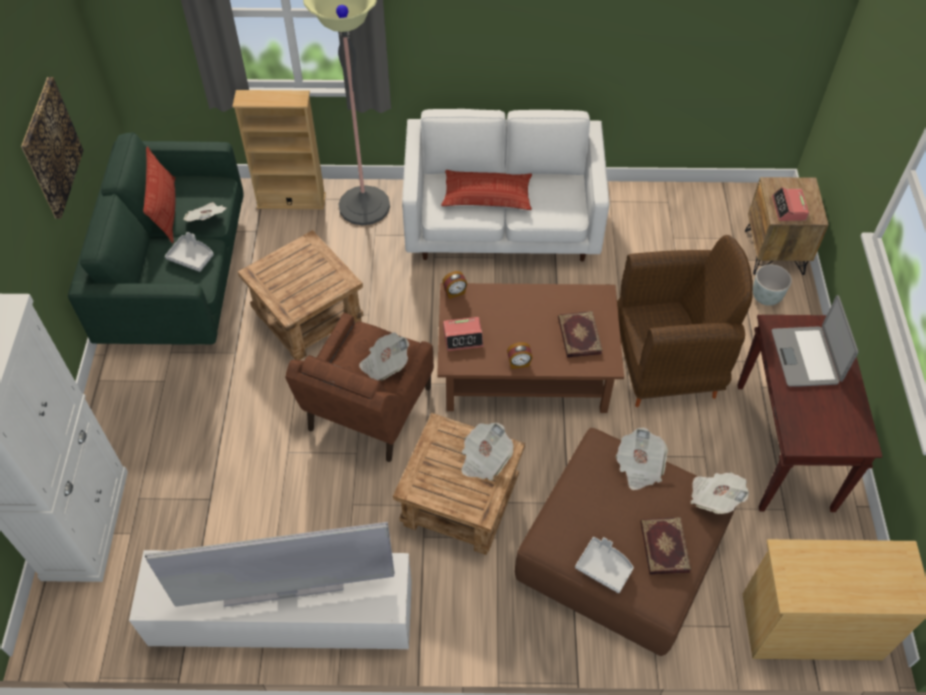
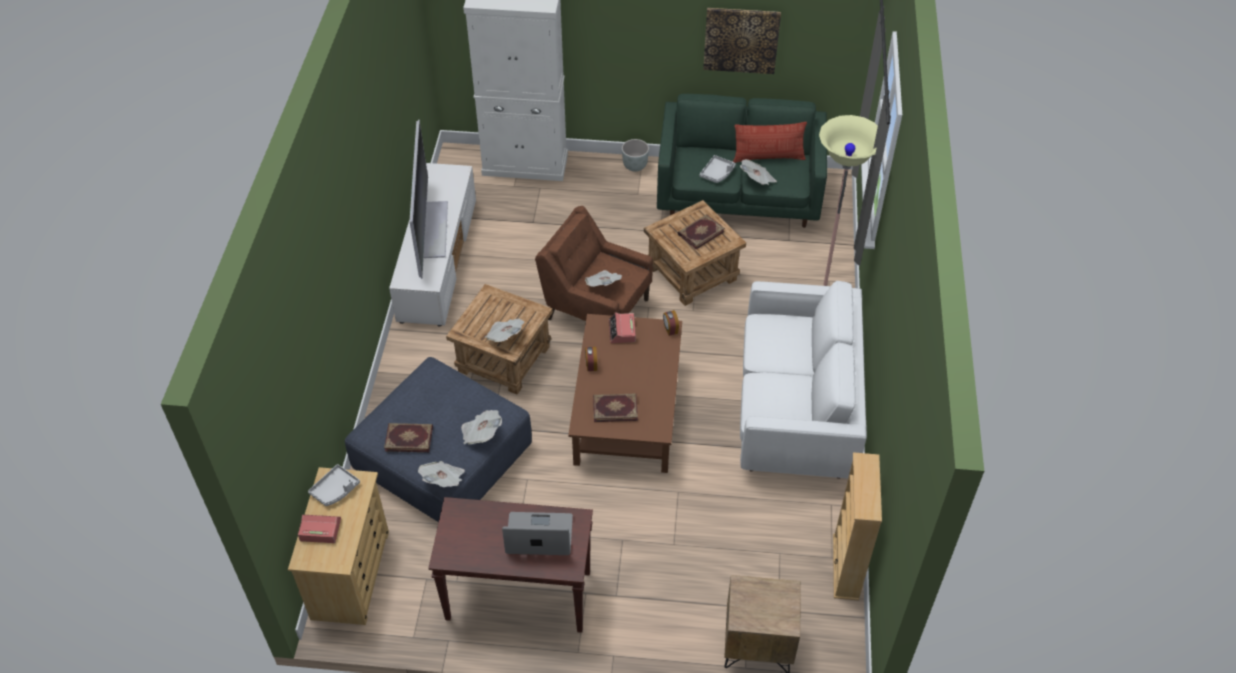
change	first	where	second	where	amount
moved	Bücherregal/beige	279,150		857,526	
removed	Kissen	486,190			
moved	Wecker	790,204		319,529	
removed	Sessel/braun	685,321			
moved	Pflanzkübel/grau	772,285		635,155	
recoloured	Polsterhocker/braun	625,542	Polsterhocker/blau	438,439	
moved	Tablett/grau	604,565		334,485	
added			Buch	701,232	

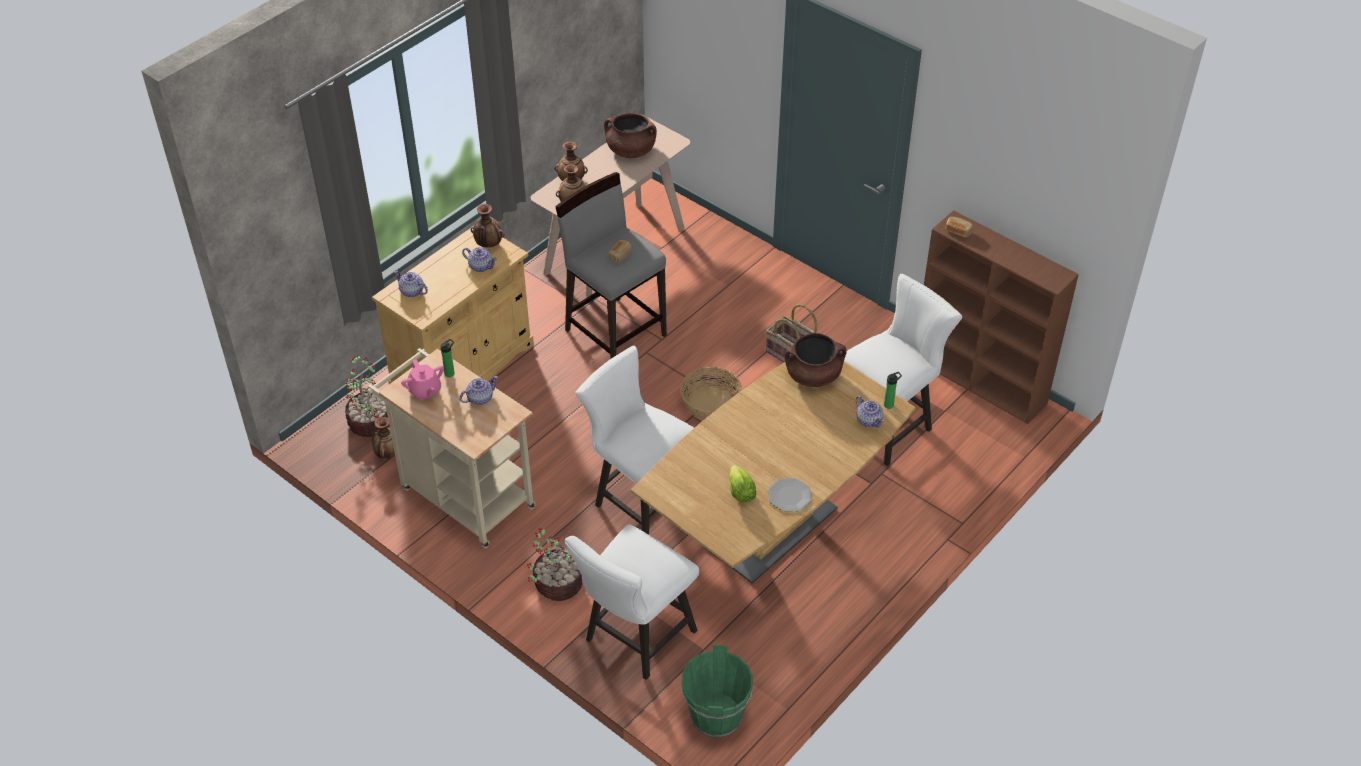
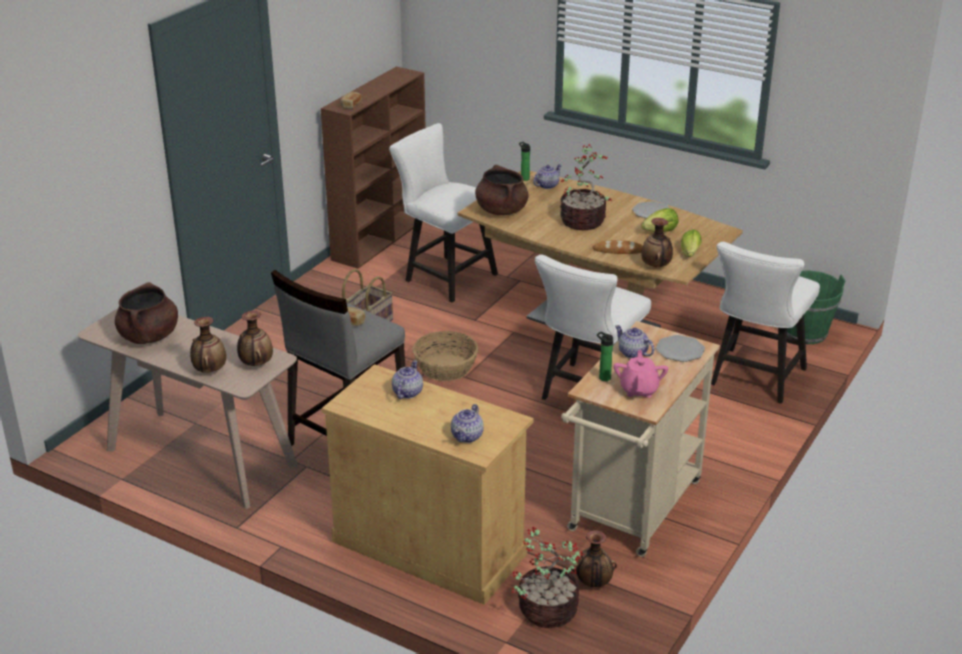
change	first	where	second	where	amount
moved	Vase	488,226		657,242	
turned	Teekanne/rosa	422,379		640,374	45 degrees counterclockwise
turned	Stuhl/weiß	632,602		765,323	90 degrees clockwise
moved	Topfpflanze	554,564		586,187	
added			Salatkopf	691,243	
added			Brot	617,247	
added			Teller	680,348	

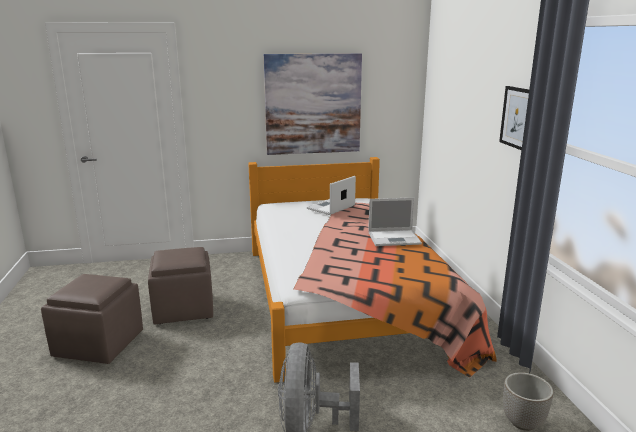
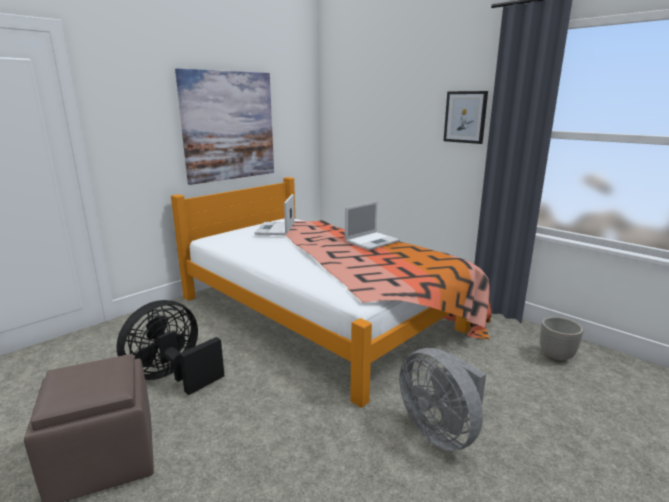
change	first	where	second	where	amount
replaced	Polsterhocker/braun	180,286	Ventilator/schwarz	170,347	

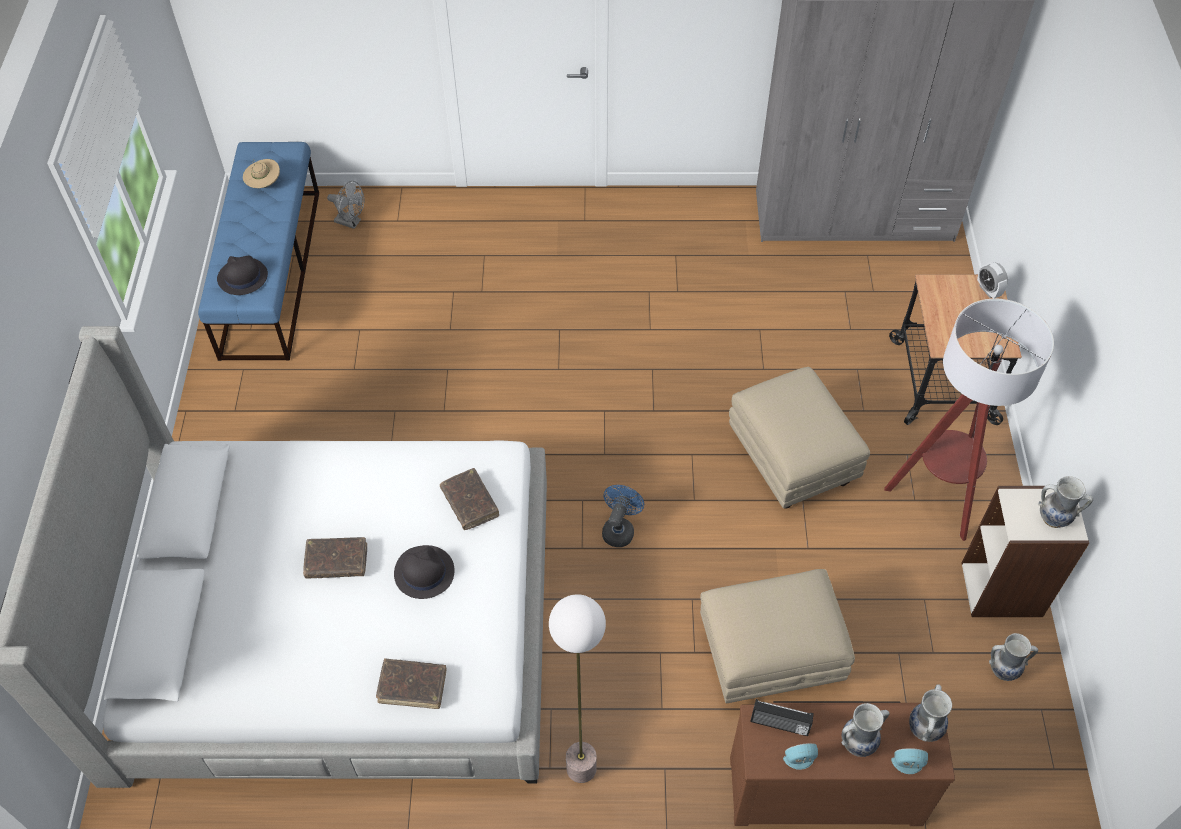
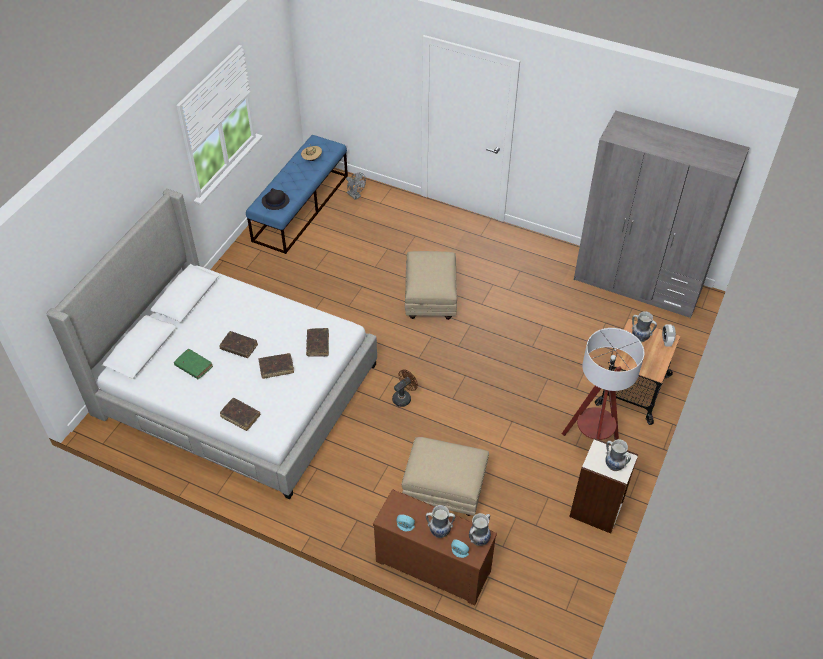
change	first	where	second	where	amount
moved	Polsterhocker/beige	799,438		431,285	
recoloured	Ventilator/blau	623,516	Ventilator/braun	405,388	
replaced	Hut/schwarz	424,572	Buch/braun	276,366	
removed	Stehlampe	577,688			
moved	Vase	1013,657		644,326	
removed	Radio	782,717			
added			Buch/grün	193,364	

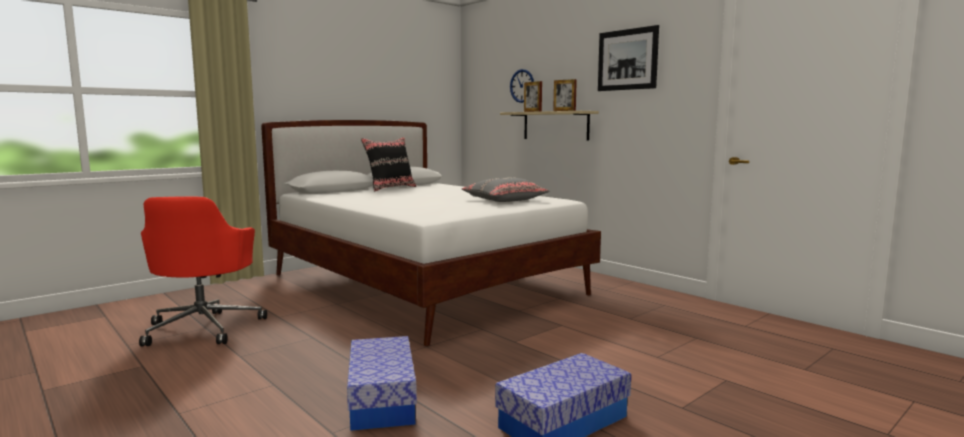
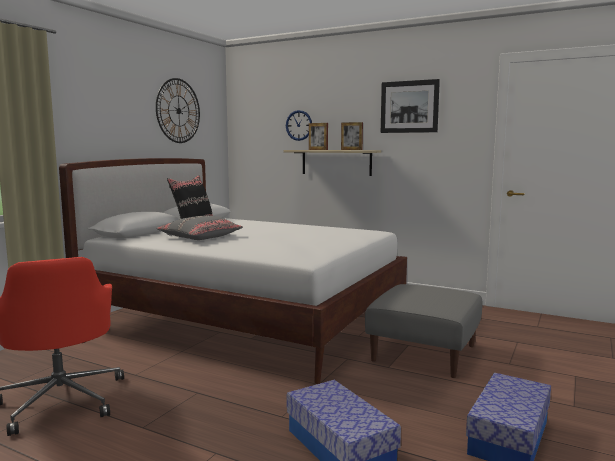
change	first	where	second	where	amount
moved	Kissen/grau	505,190		200,227	
added			Wanduhr	178,110	
added			Polsterhocker/grau	423,331	

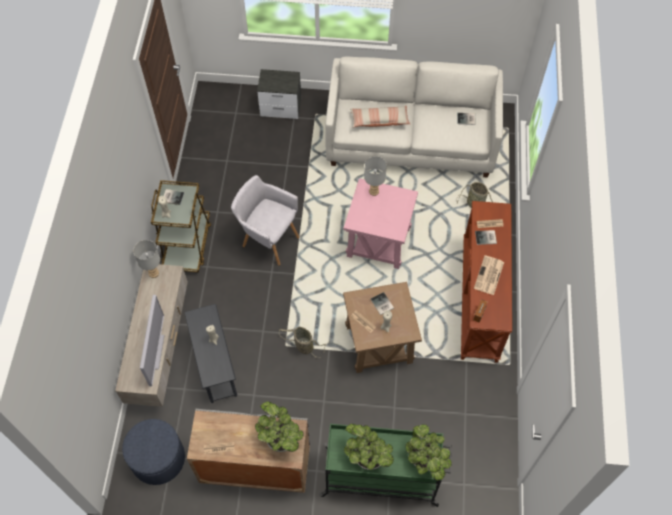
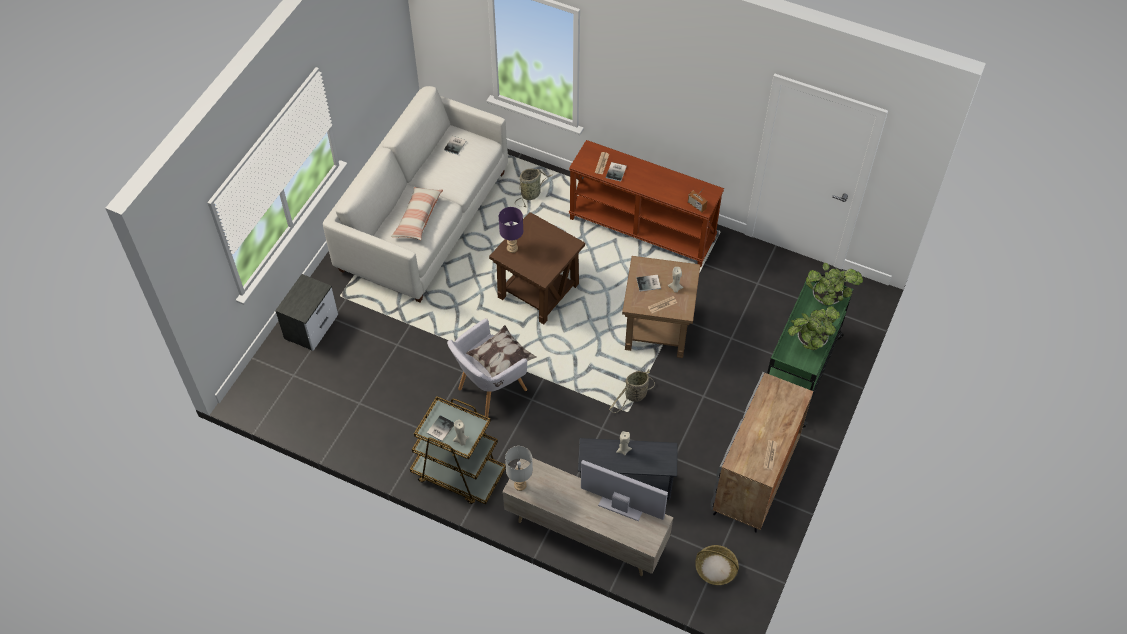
change	first	where	second	where	amount
recoloured	Tischlampe/grau	375,176	Tischlampe/lila	511,230	
recoloured	Beistelltisch/rosa	380,223	Beistelltisch/braun	537,268	
removed	Zeitung	489,275			
removed	Topfpflanze	279,427			
replaced	Polsterhocker/blau	153,452	Korb	717,565	
added			Kissen	501,356	

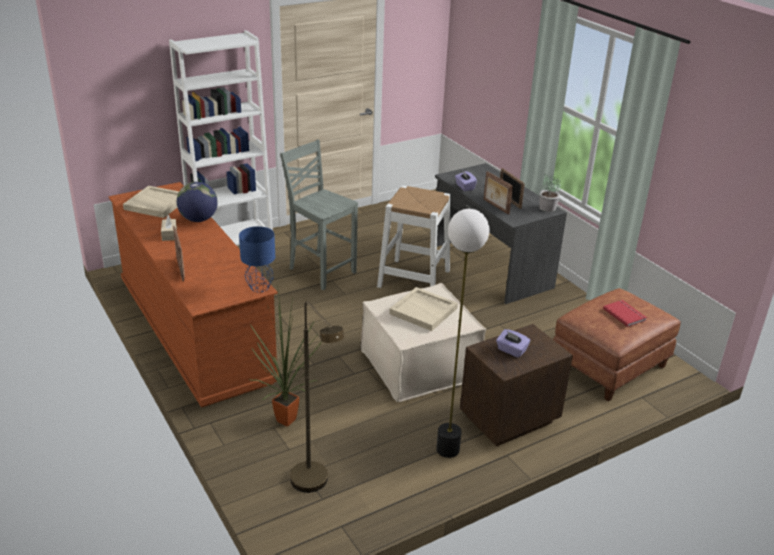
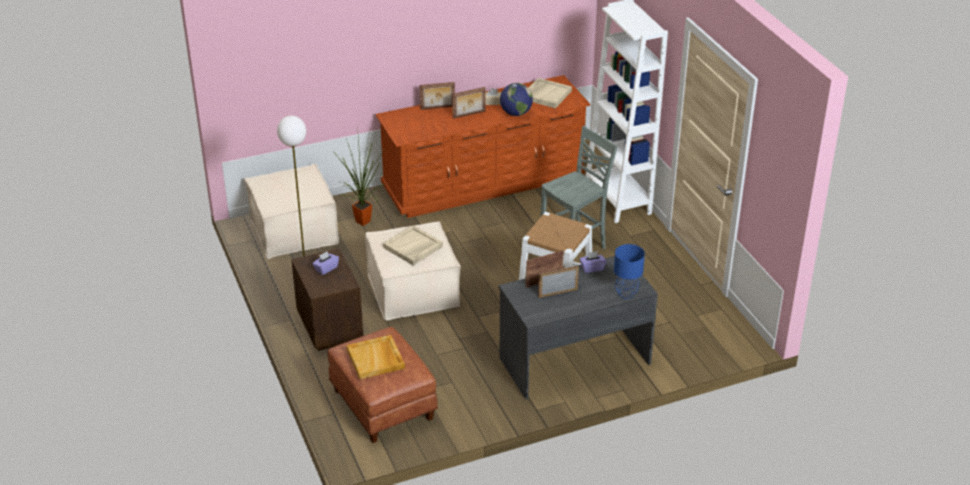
change	first	where	second	where	amount
removed	Topfpflanze	550,192			
moved	Tischlampe/blau	257,259		629,271	
replaced	Buch/rot	625,313	Tablett/beige	375,357	
replaced	Stehlampe/braun	317,397	Polsterhocker/beige	291,211	
added			Bilderrahmen	468,103	

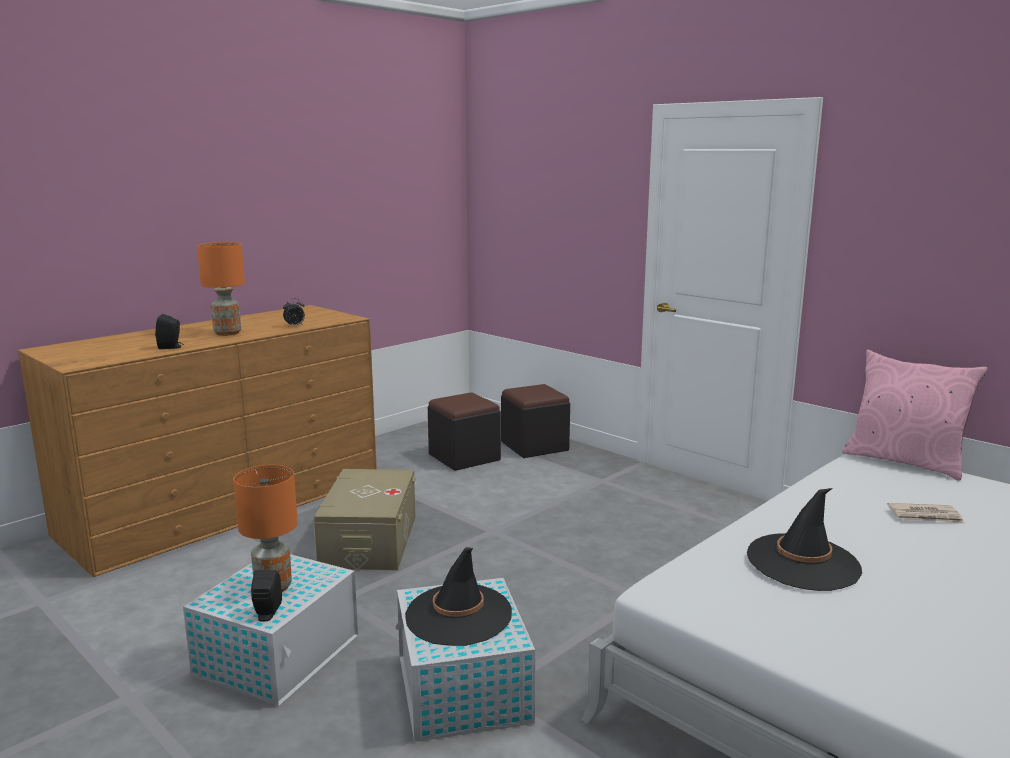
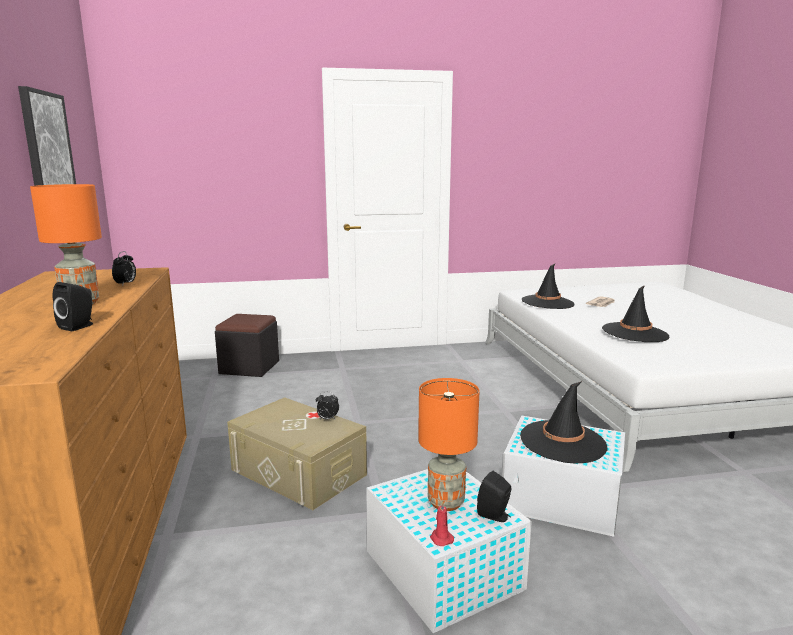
change	first	where	second	where	amount
removed	Kissen/rosa	915,415			
removed	Polsterhocker/schwarz	464,431			
added			Bild	47,136	
added			Hut/schwarz	548,286	
added			Wecker	327,405	
added			Kerze/rot	442,523	

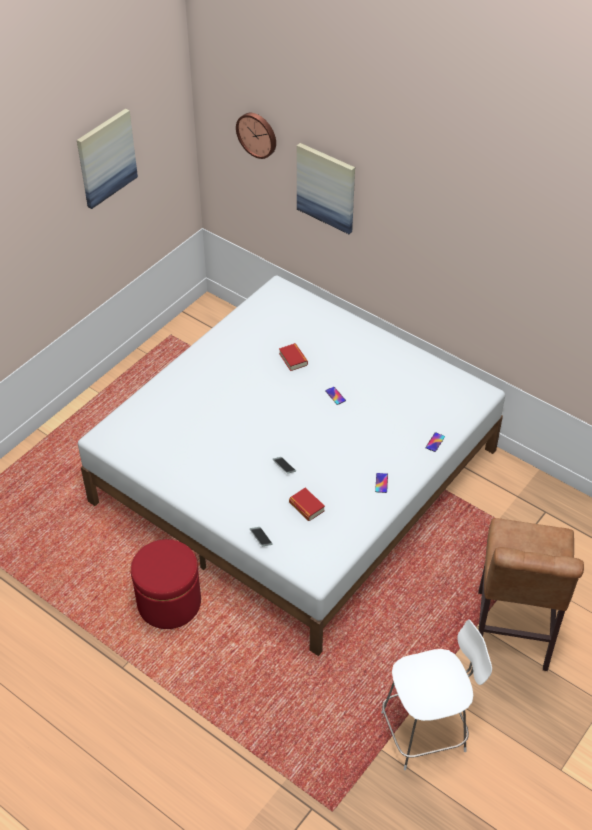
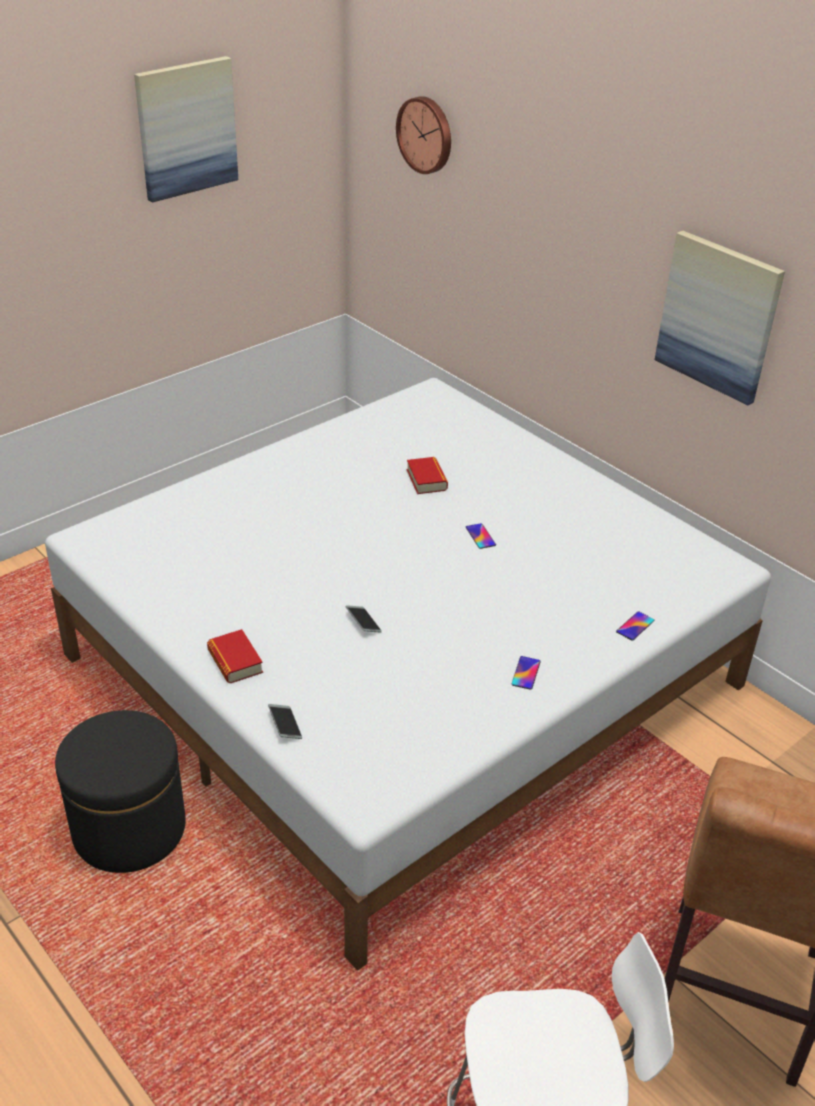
change	first	where	second	where	amount
moved	Bild	326,188		720,318	
moved	Buch	307,504		235,656	
recoloured	Polsterhocker/rot	166,584	Polsterhocker/schwarz	120,791	

